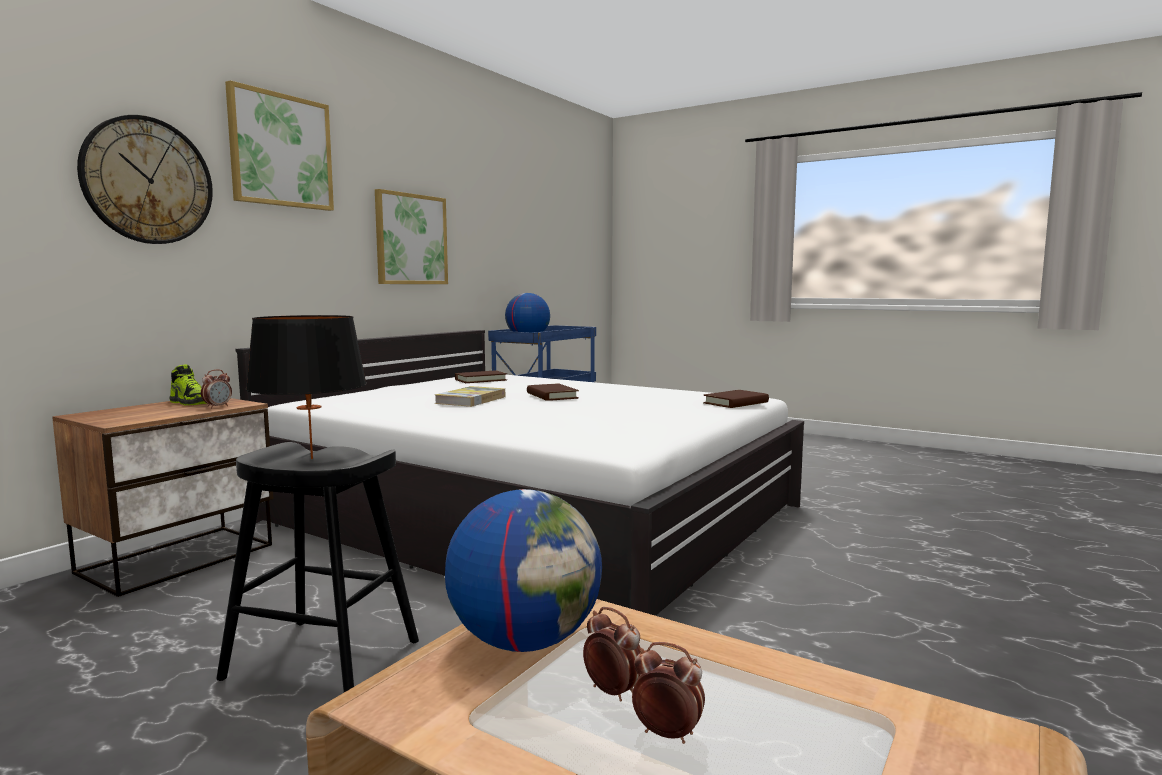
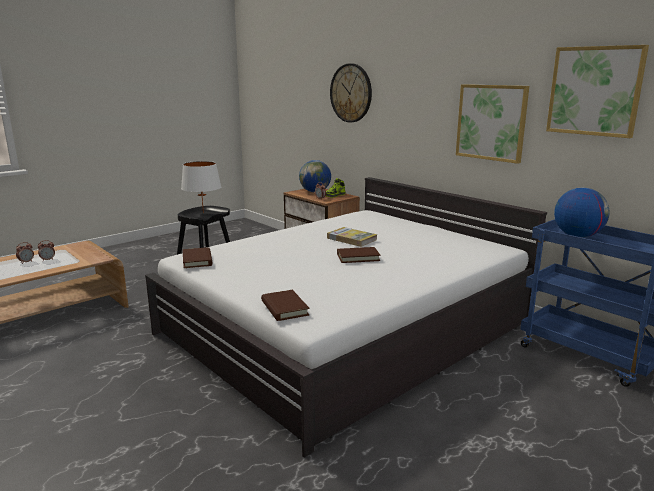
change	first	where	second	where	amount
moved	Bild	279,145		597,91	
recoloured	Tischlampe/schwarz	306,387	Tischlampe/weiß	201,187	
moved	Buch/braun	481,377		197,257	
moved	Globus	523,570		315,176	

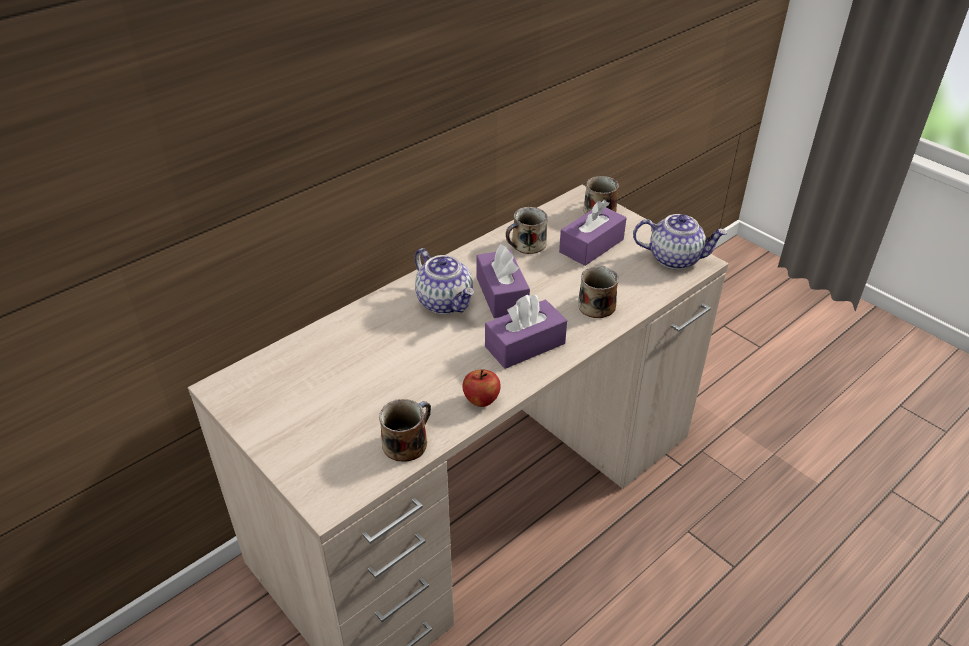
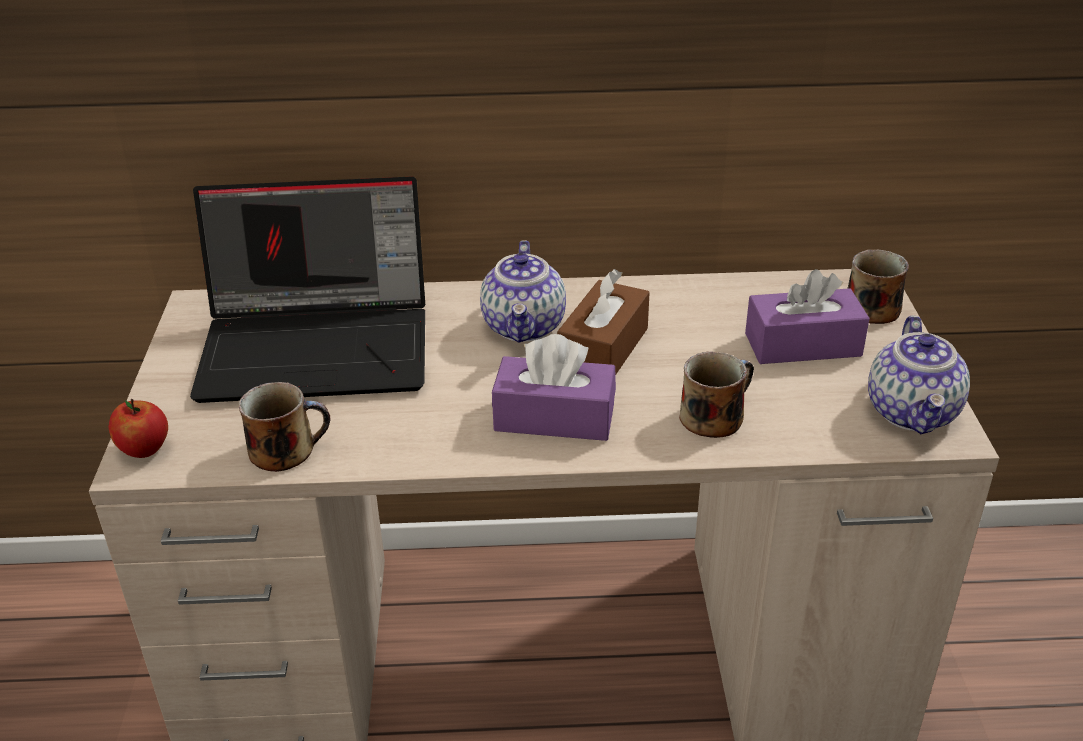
change	first	where	second	where	amount
removed	Henkelbecher	527,230			
turned	Teekanne	680,241		919,375	45 degrees clockwise
recoloured	Taschentuchbox/lila	503,281	Taschentuchbox/braun	603,322	
moved	Apfel	482,388		138,428	
added			Laptop	307,289	

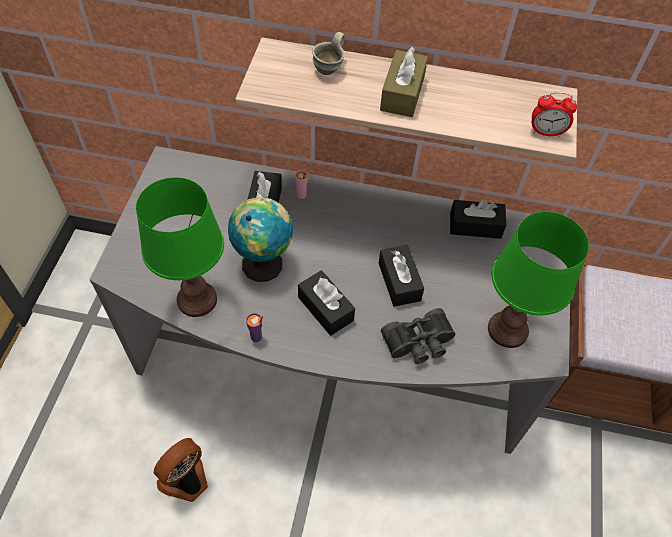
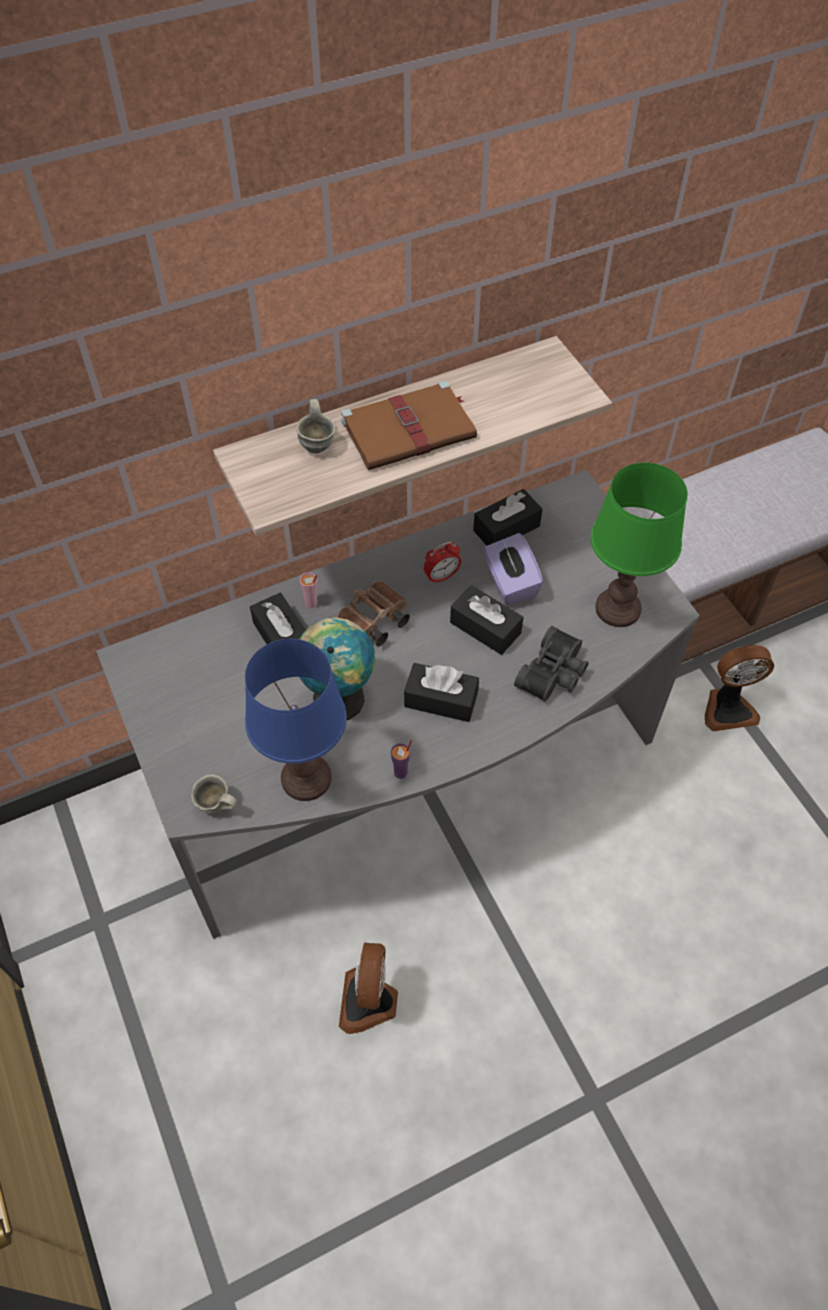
change	first	where	second	where	amount
replaced	Taschentuchbox/braun	404,82	Buch/braun	409,425	
moved	Wecker	554,114		442,563	
recoloured	Tischlampe/grün	180,247	Tischlampe/blau	296,720	
added			Taschentuchbox/lila	513,569	
added			Fernglas/braun	372,614	
added			Ventilator	739,688	
added			Henkelbecher/grau	214,793	

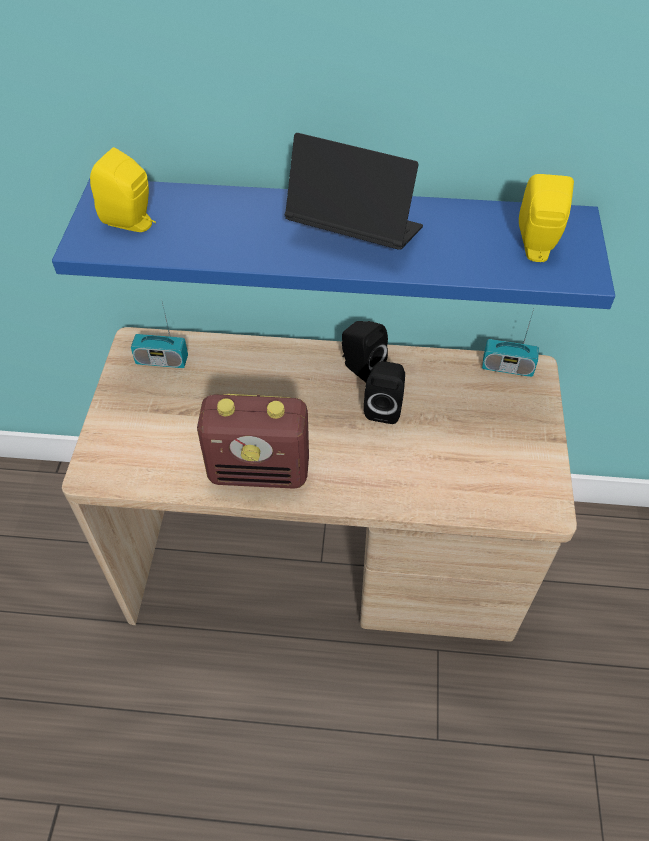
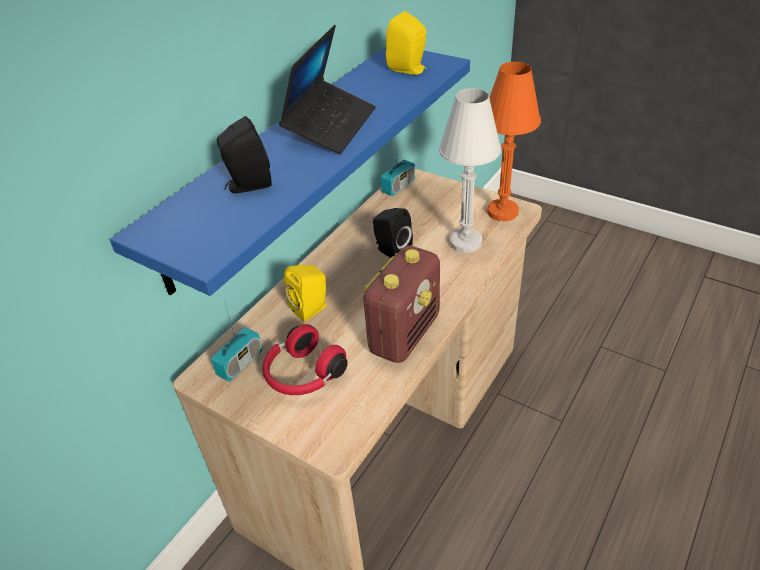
change	first	where	second	where	amount
turned	Laptop	354,191		327,89	150 degrees clockwise
moved	Lautsprecher/gelb	123,189		305,293	
moved	Lautsprecher/schwarz	365,351		244,154	
added			Tischlampe/orange	514,141	
added			Tischlampe/weiß	470,170	
added			Kopfhörer/rot	305,359	

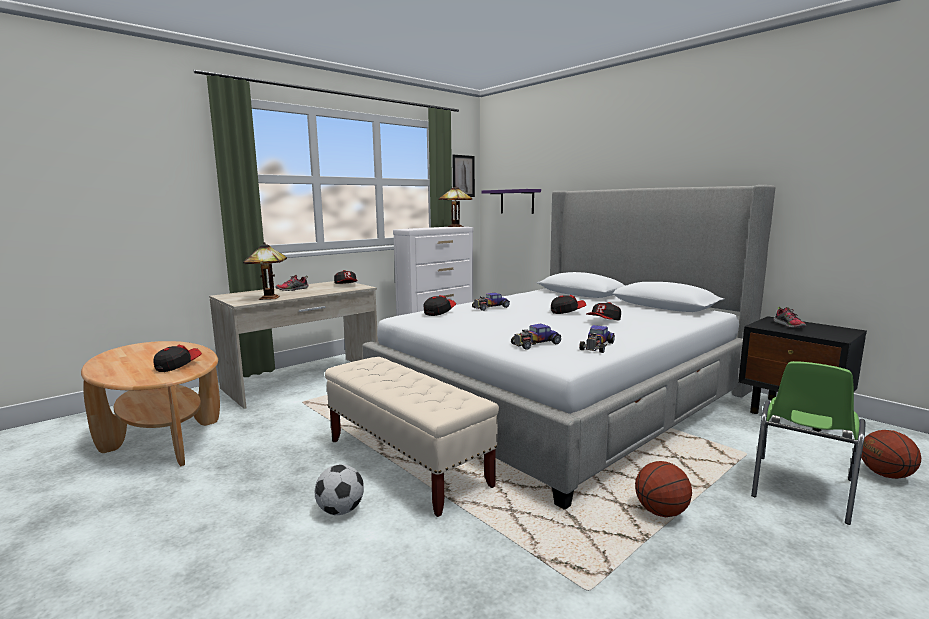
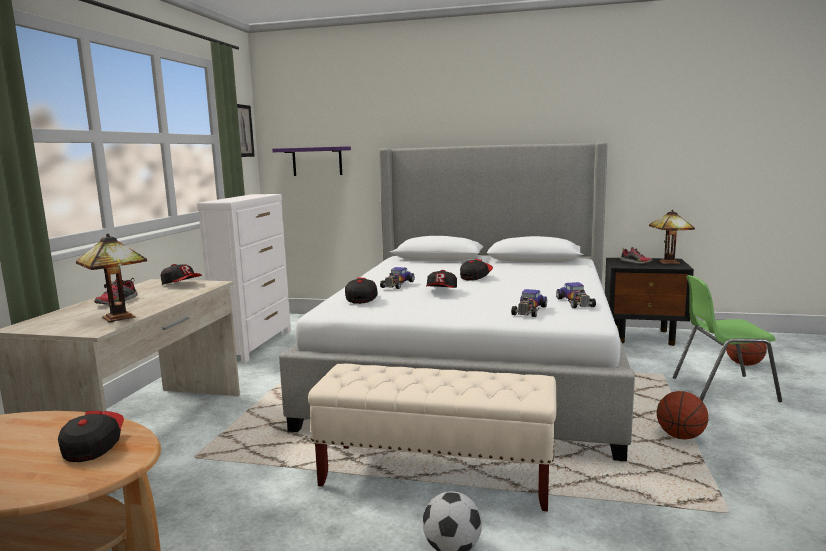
change	first	where	second	where	amount
moved	Tischlampe	455,206		672,237	
moved	Kappe	603,311		441,279	
turned	Stuhl/grün	808,443		727,338	90 degrees clockwise

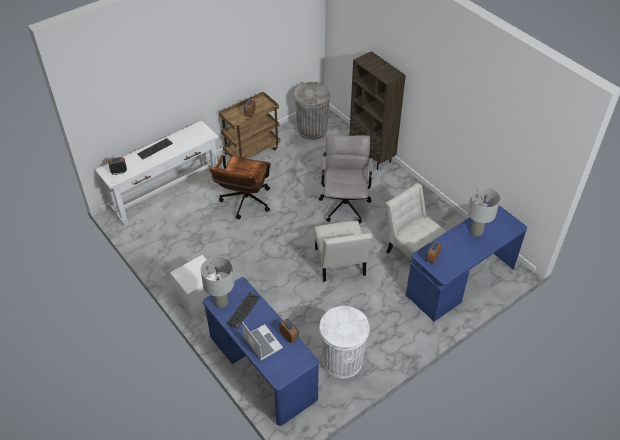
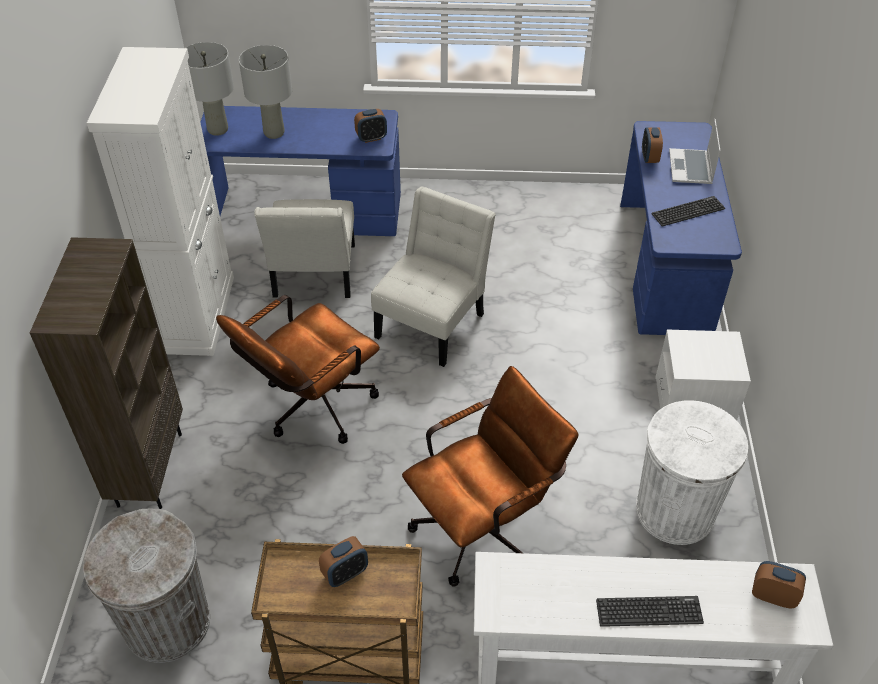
change	first	where	second	where	amount
recoloured	Bürostuhl/grau	345,178	Bürostuhl/braun	298,369	
moved	Tischlampe/grau	217,282		210,89	
moved	Mülleimer/weiß	344,342		692,472	
added			Schrank/weiß	160,201	

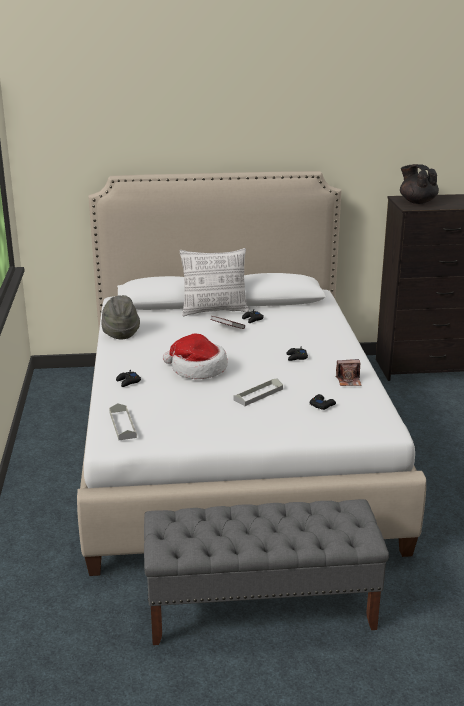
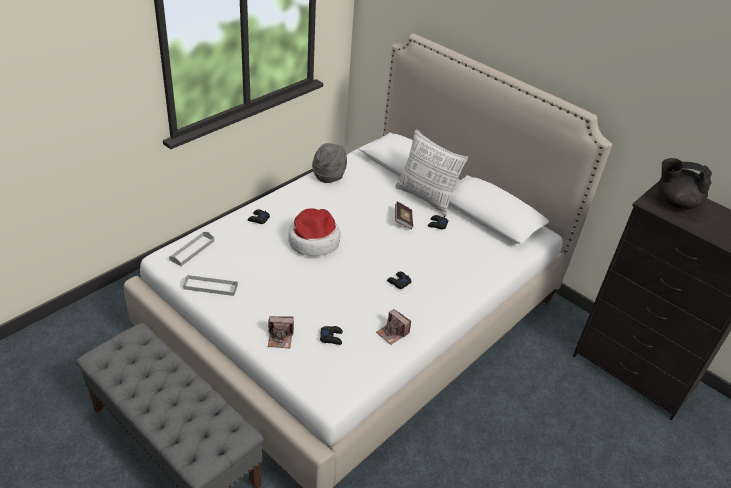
change	first	where	second	where	amount
turned	Teekanne/schwarz	419,184		685,183	90 degrees counterclockwise
moved	Tablett/grau	258,392		210,285	
added			Kamera	281,332	

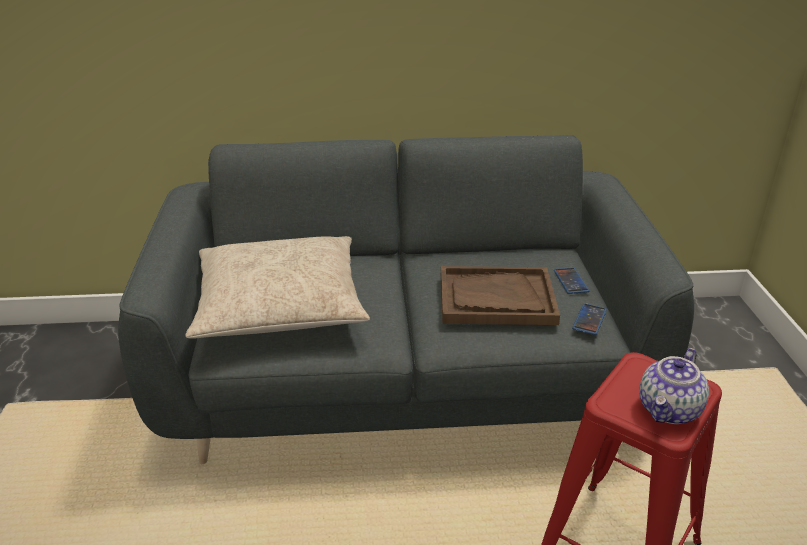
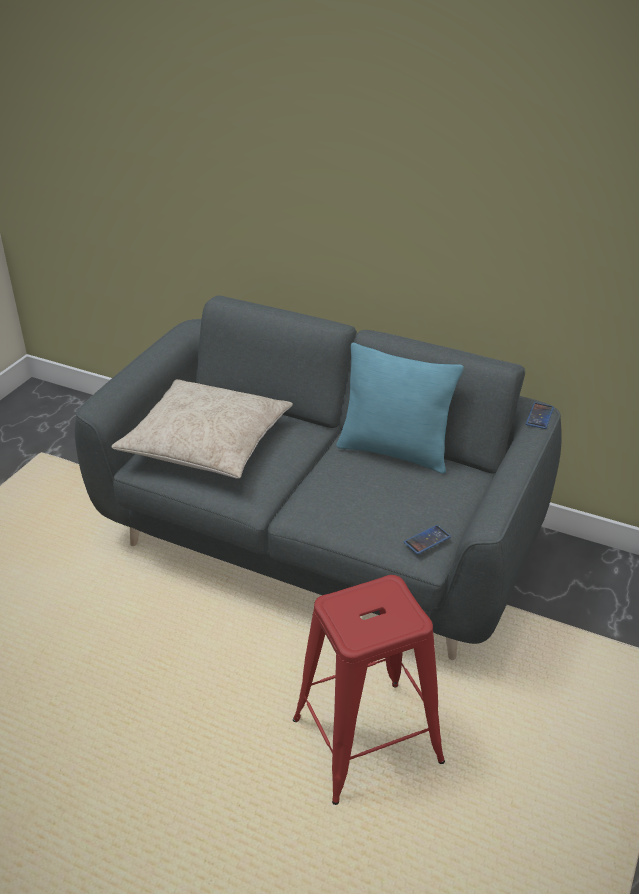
change	first	where	second	where	amount
removed	Tablett/braun	500,295			
moved	Handy	571,281		540,416	
removed	Teekanne	674,386			
added			Kissen/türkis	400,408	

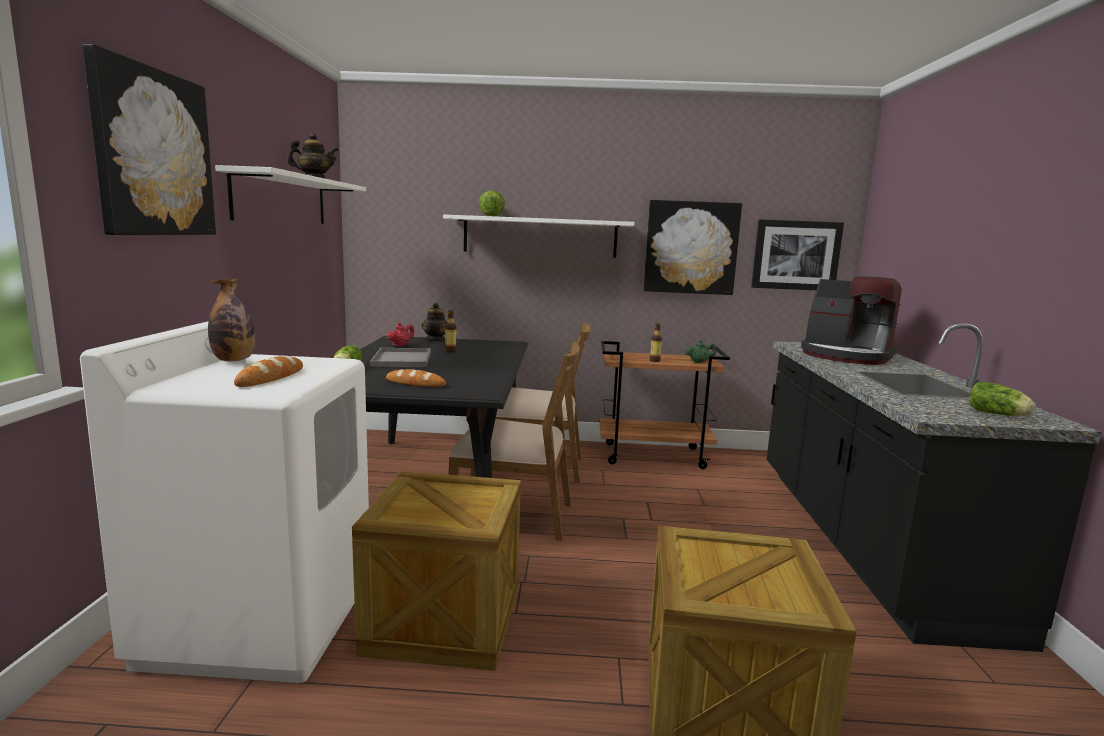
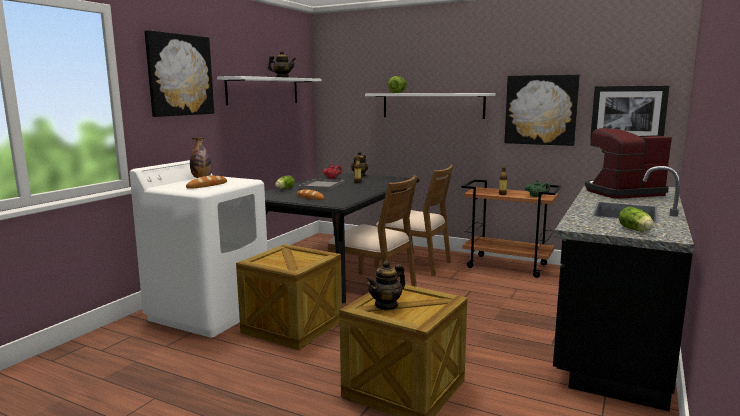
change	first	where	second	where	amount
turned	Kaffeemaschine	851,320		628,163	105 degrees clockwise
added			Teekanne	386,285	

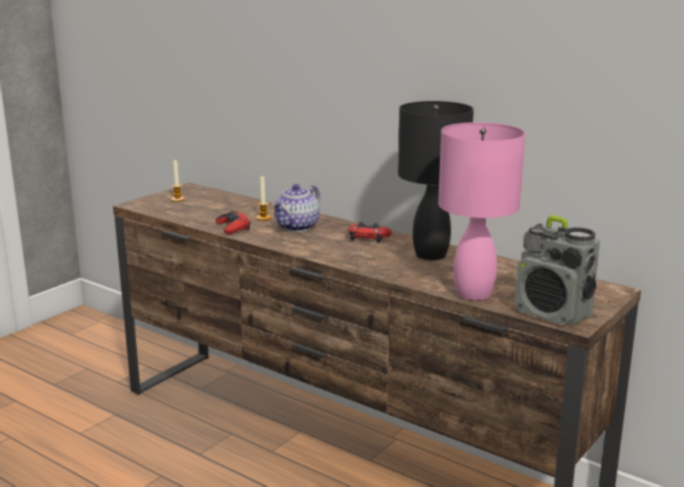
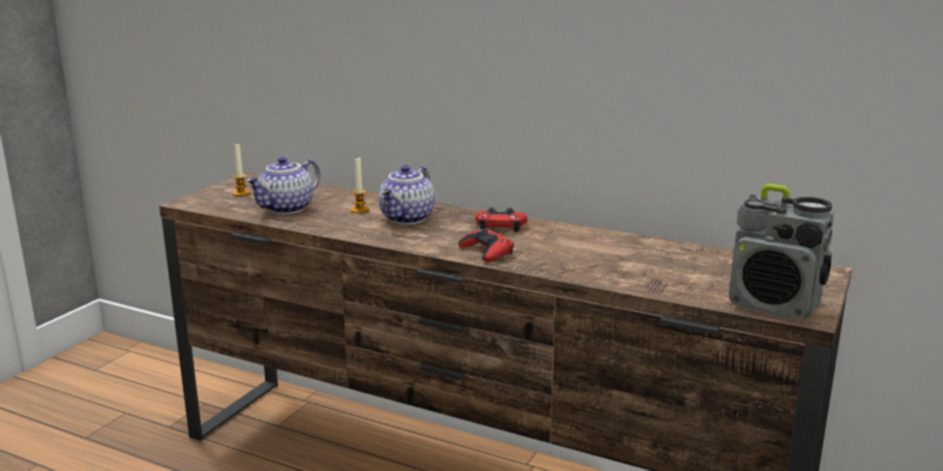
change	first	where	second	where	amount
removed	Tischlampe/schwarz	436,180			
removed	Tischlampe/rosa	481,211			
moved	Gamepad/rot	233,222		486,245	
added			Teekanne	283,185	

